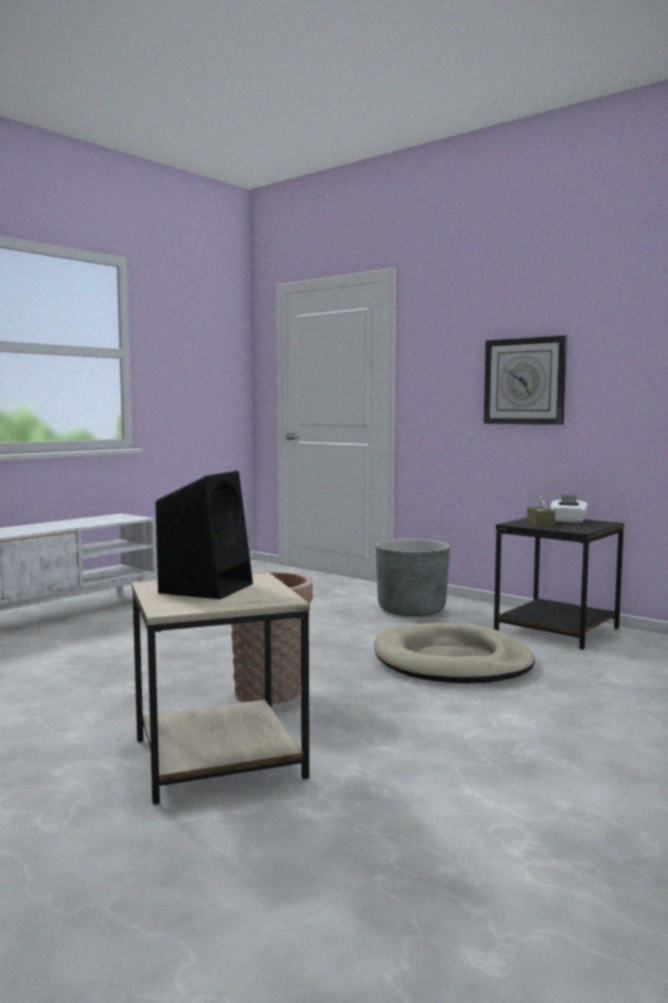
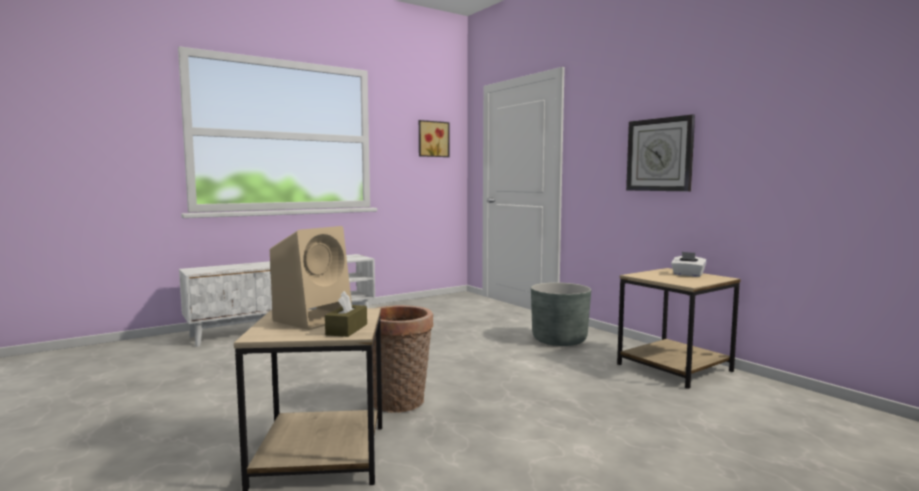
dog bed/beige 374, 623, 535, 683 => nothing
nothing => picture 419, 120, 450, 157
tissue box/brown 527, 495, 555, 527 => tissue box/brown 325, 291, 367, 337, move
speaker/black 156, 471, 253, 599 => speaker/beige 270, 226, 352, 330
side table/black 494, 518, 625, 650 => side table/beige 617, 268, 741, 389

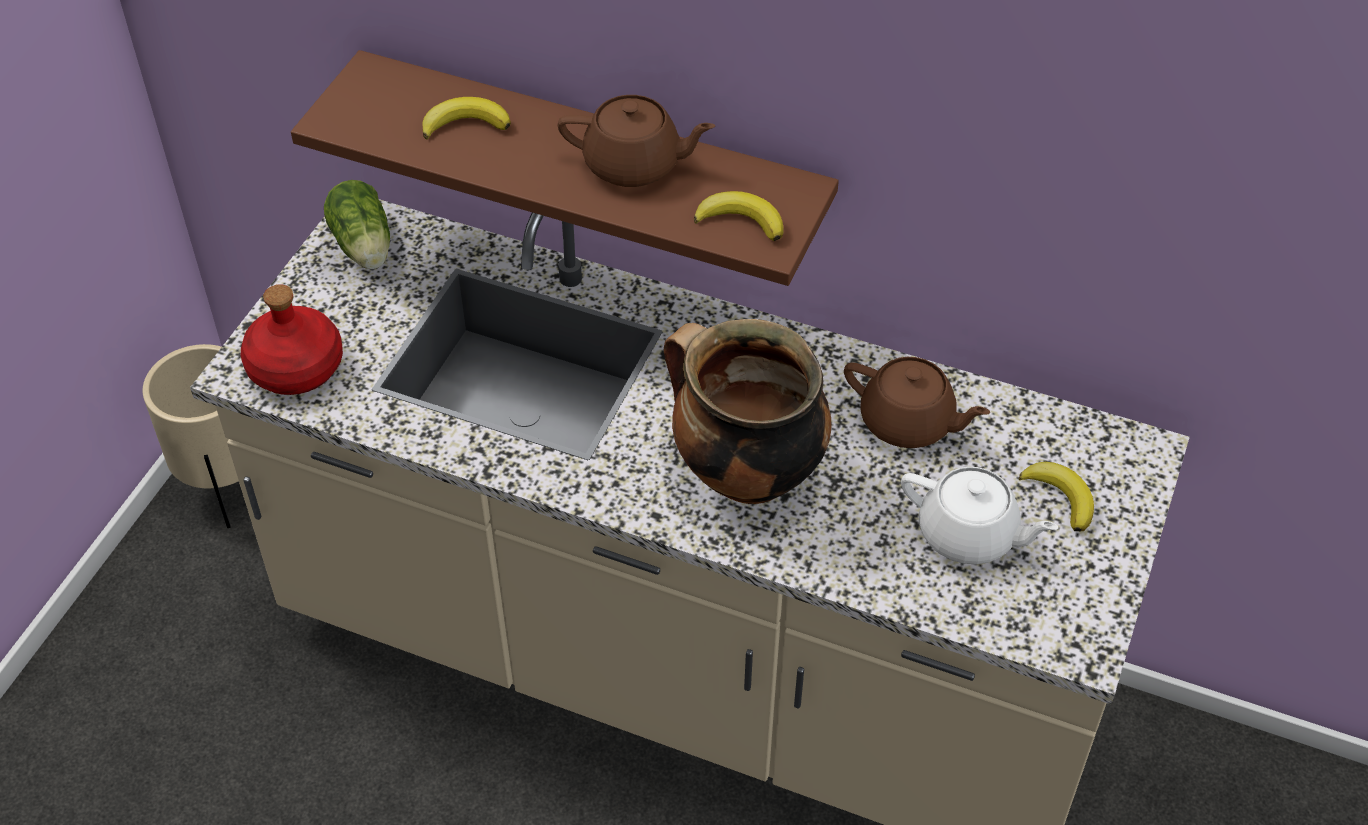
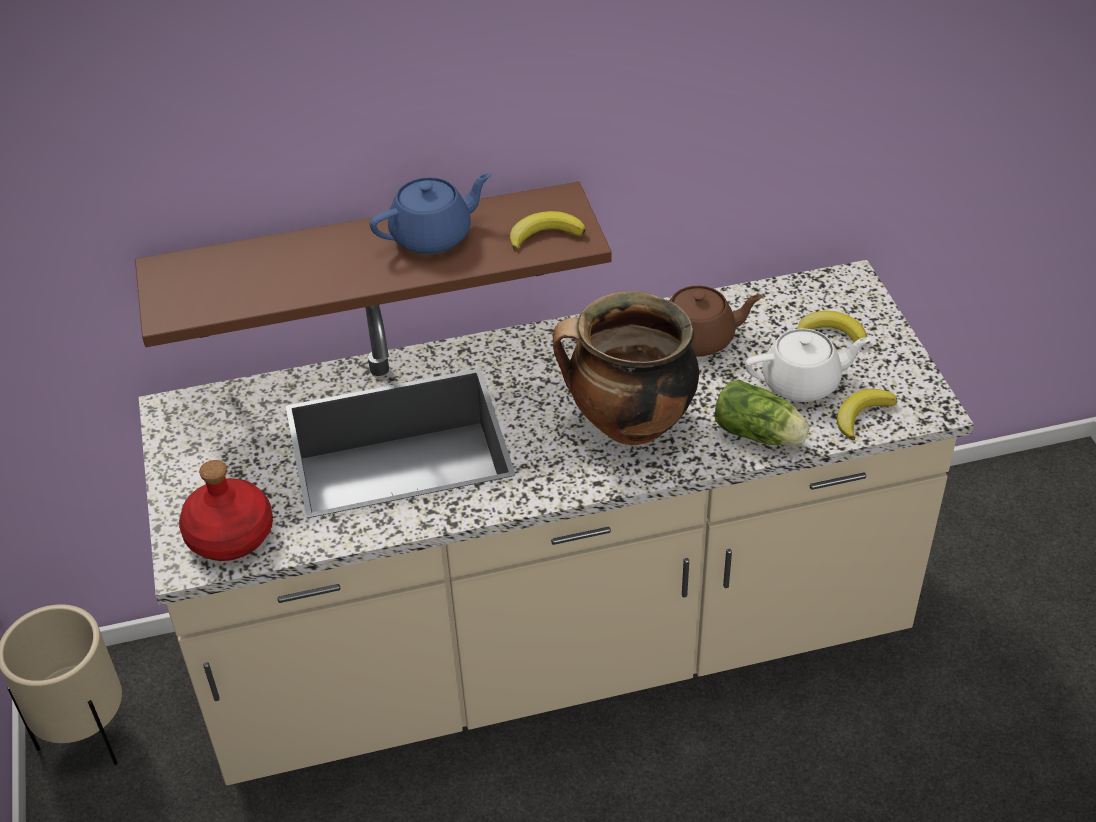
lettuce 324, 180, 390, 269 => lettuce 715, 380, 810, 446, move
banana 422, 97, 511, 140 => banana 837, 389, 897, 440, move
teapot/brown 558, 95, 715, 187 => teapot/blue 369, 173, 491, 254

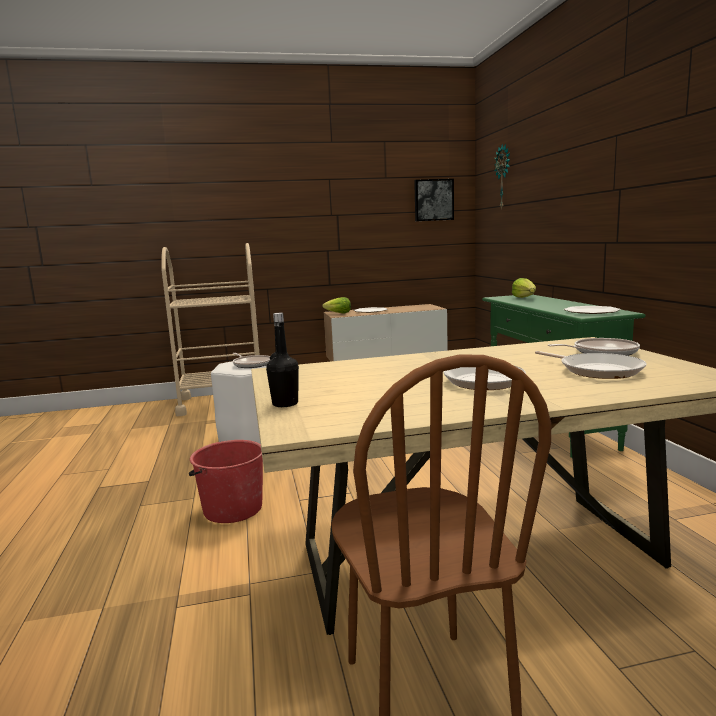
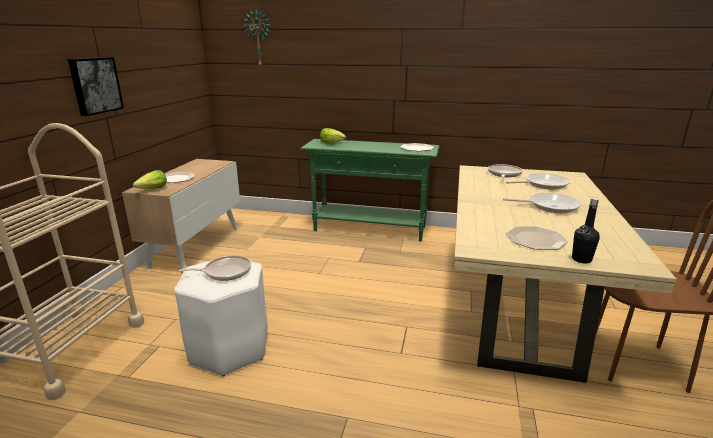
bucket/red 189, 440, 263, 523 => nothing
nothing => plate 506, 226, 568, 250
picture 414, 179, 454, 221 => picture 68, 57, 124, 116, move

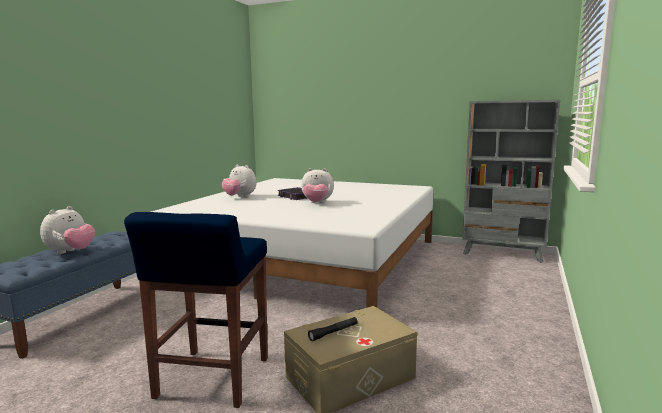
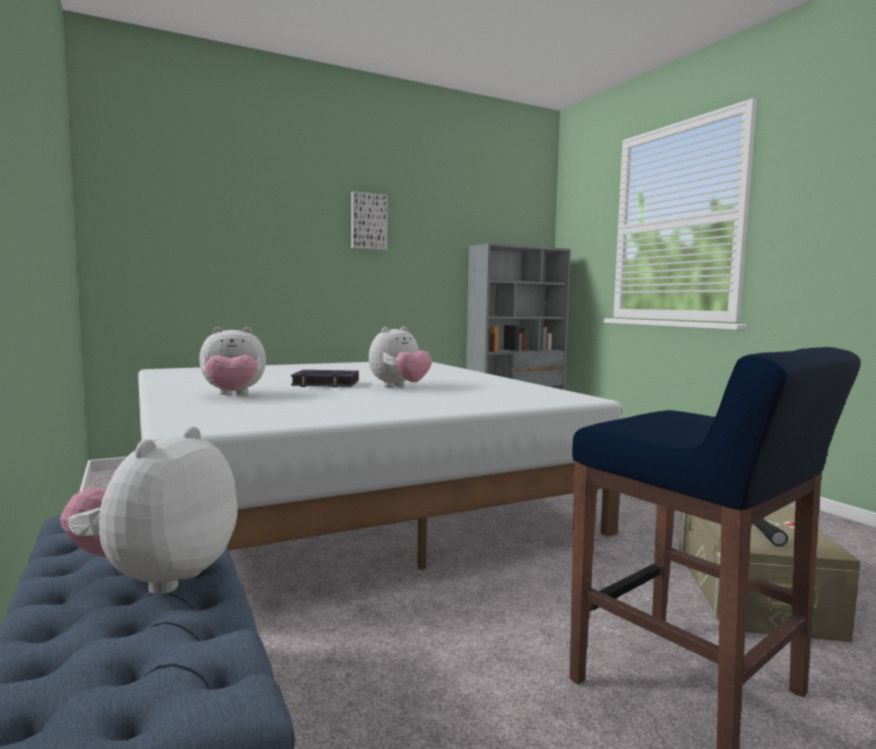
nothing => picture 351, 191, 387, 250
plush toy 40, 206, 95, 254 => plush toy 60, 426, 237, 595, 135 degrees counterclockwise

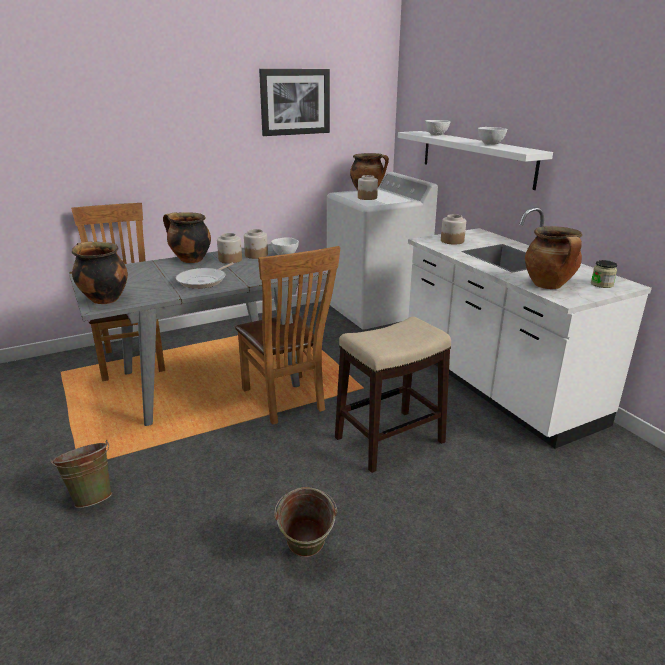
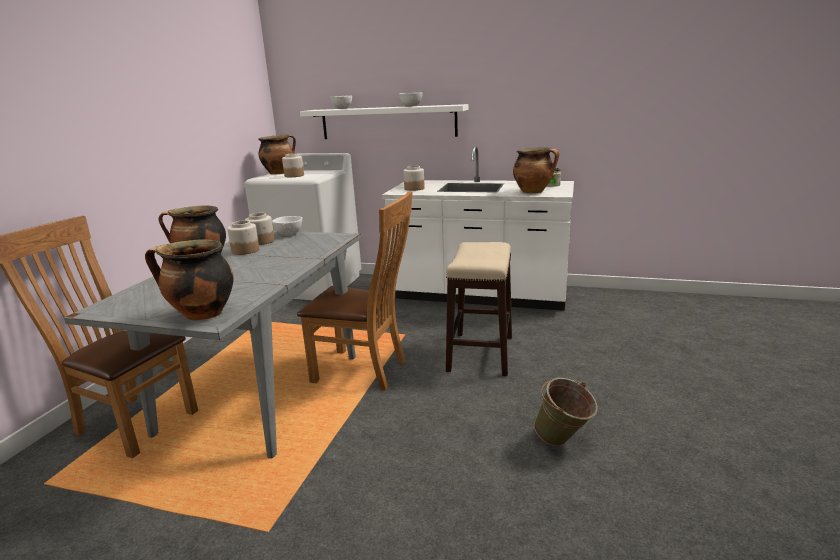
bucket/green 50, 440, 112, 508 => nothing
frying pan 176, 263, 234, 289 => nothing
picture 259, 69, 330, 136 => nothing

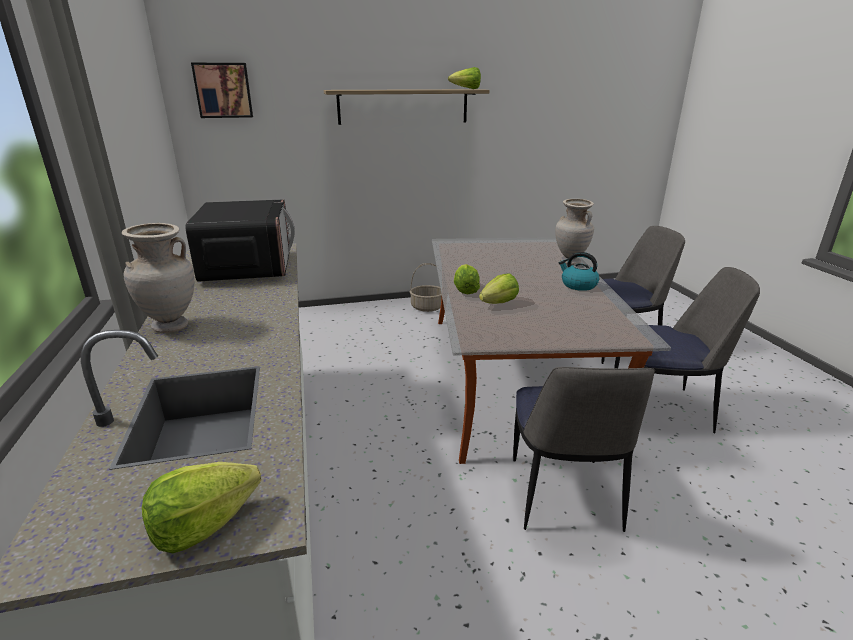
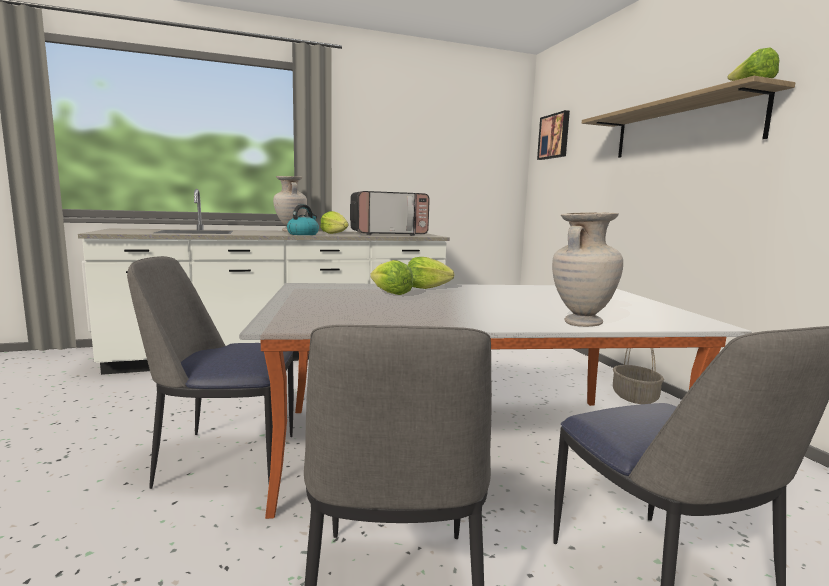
lettuce 142, 462, 261, 553 => lettuce 320, 211, 348, 234, move
kettle 559, 252, 599, 291 => kettle 287, 204, 319, 235, move

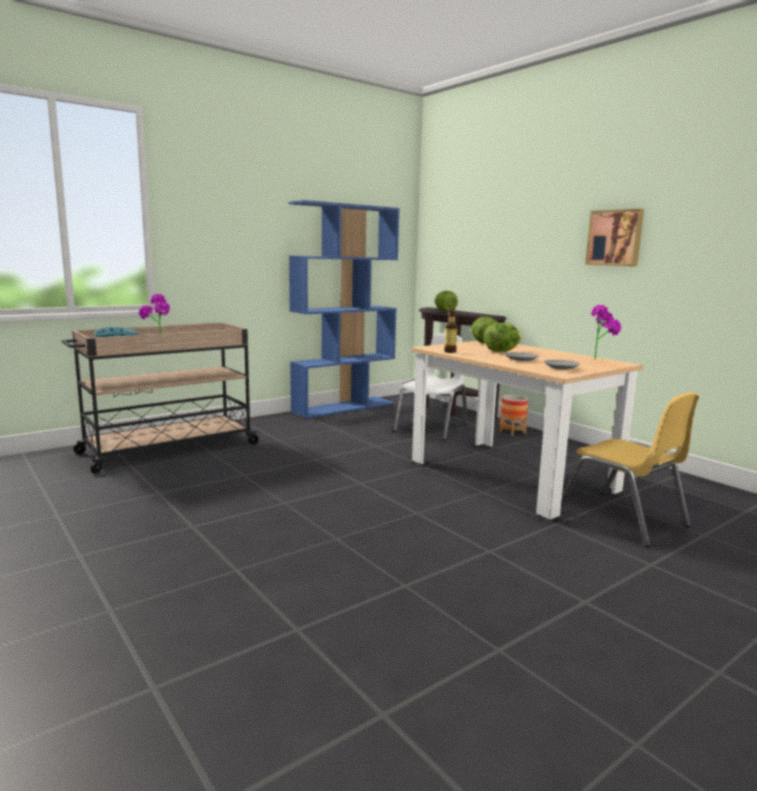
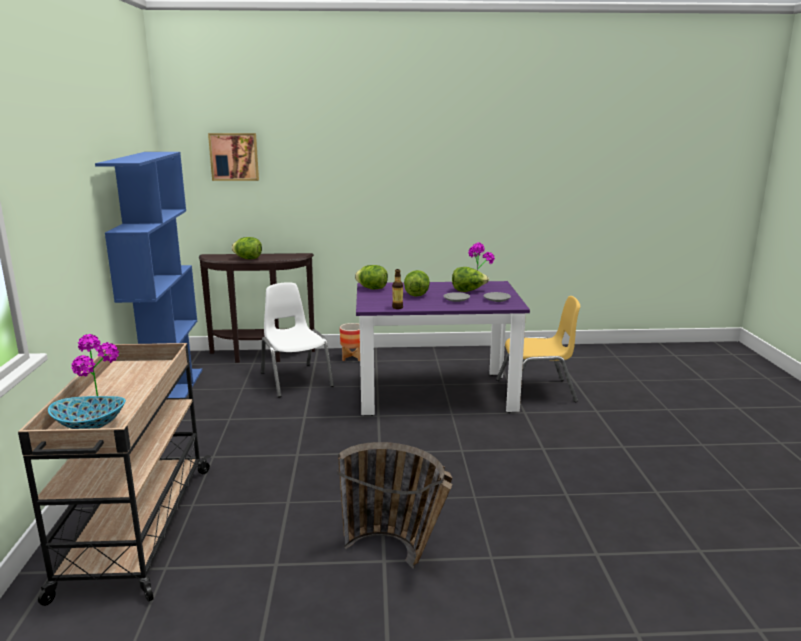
nothing => basket 337, 442, 453, 569
nothing => lettuce 452, 267, 489, 292
picture 585, 209, 644, 267 => picture 208, 133, 259, 181, move
dining table/beige 411, 341, 644, 520 => dining table/purple 356, 281, 530, 416

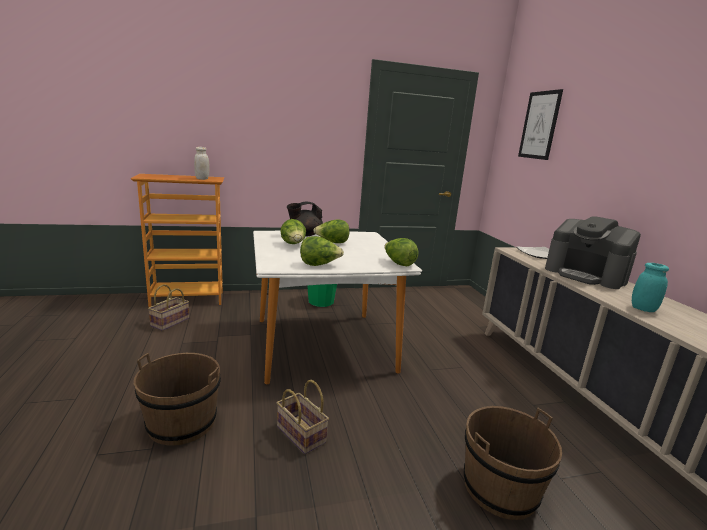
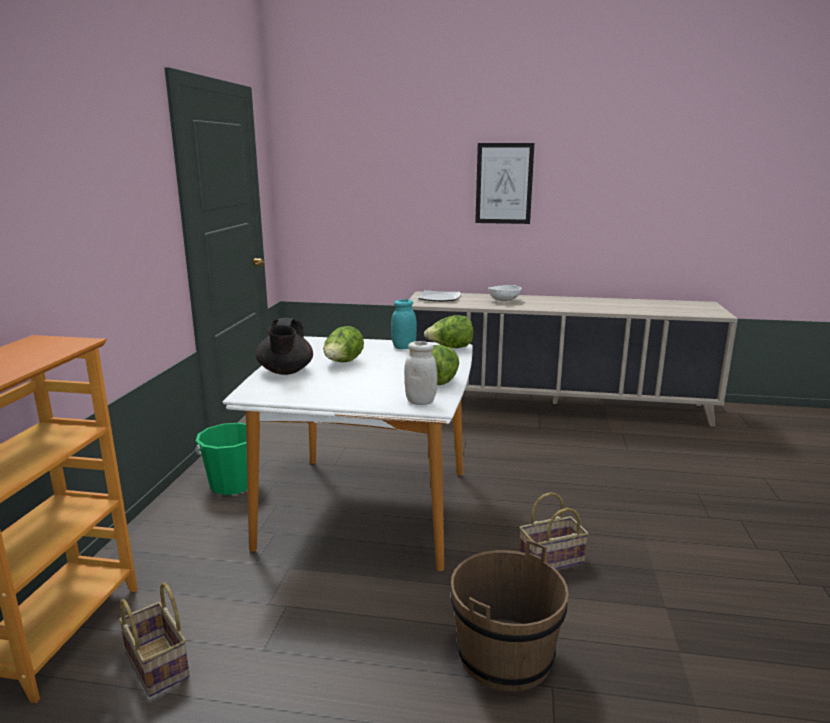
lettuce 280, 219, 306, 244 => nothing
bucket/brown 464, 406, 562, 520 => nothing
jar/white 194, 147, 210, 180 => jar/white 404, 341, 437, 405, move
picture 518, 89, 563, 160 => picture 475, 143, 534, 224, move
jar/turquoise 632, 263, 669, 312 => jar/turquoise 391, 299, 417, 349, move
coffee machine 545, 216, 641, 289 => bowl/white 488, 285, 522, 302

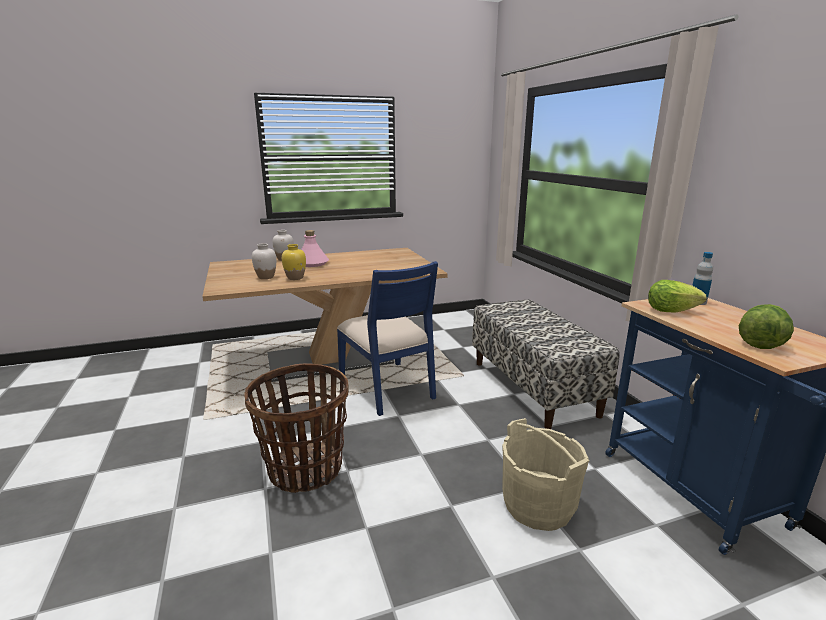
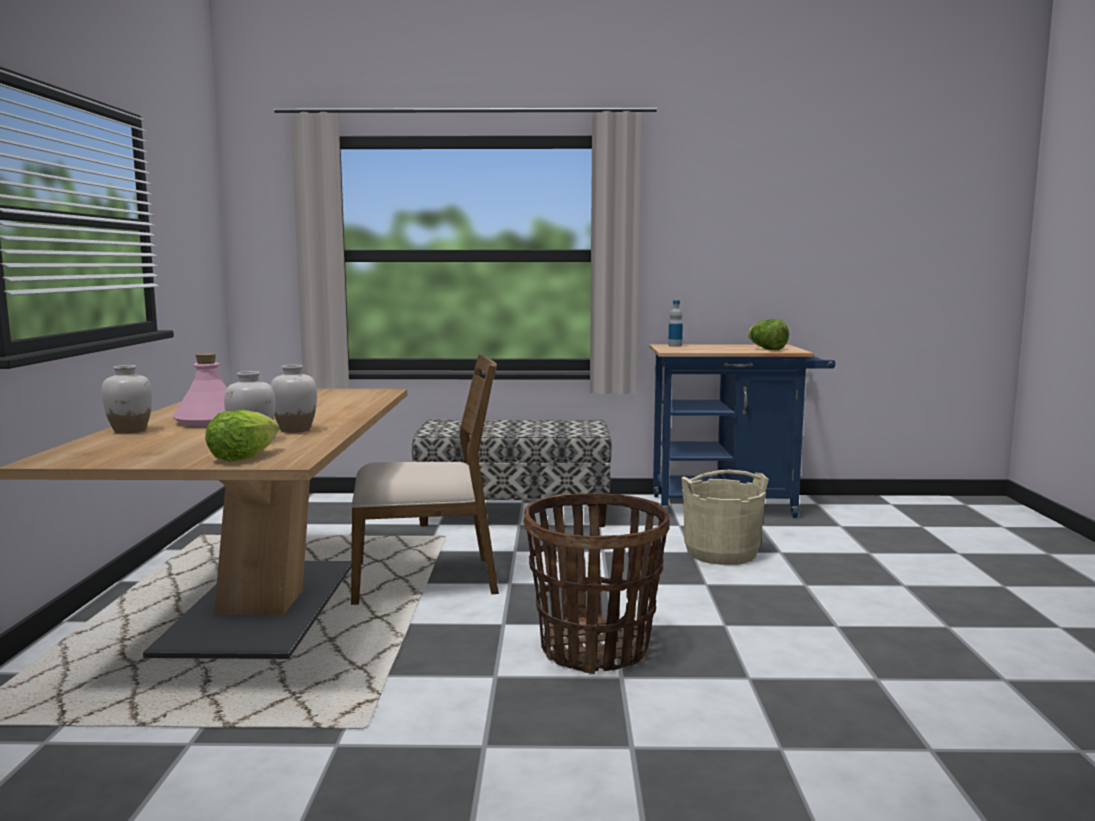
lettuce 648, 280, 707, 313 => lettuce 205, 410, 279, 461, move
vase/yellow 282, 244, 306, 280 => vase/white 270, 365, 317, 433
chair/blue 337, 261, 438, 416 => chair/brown 351, 354, 499, 605

